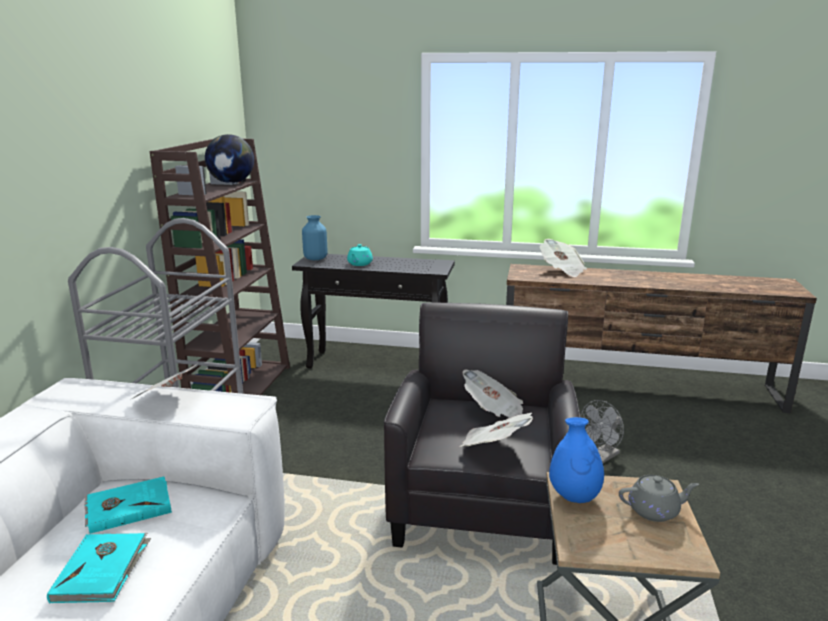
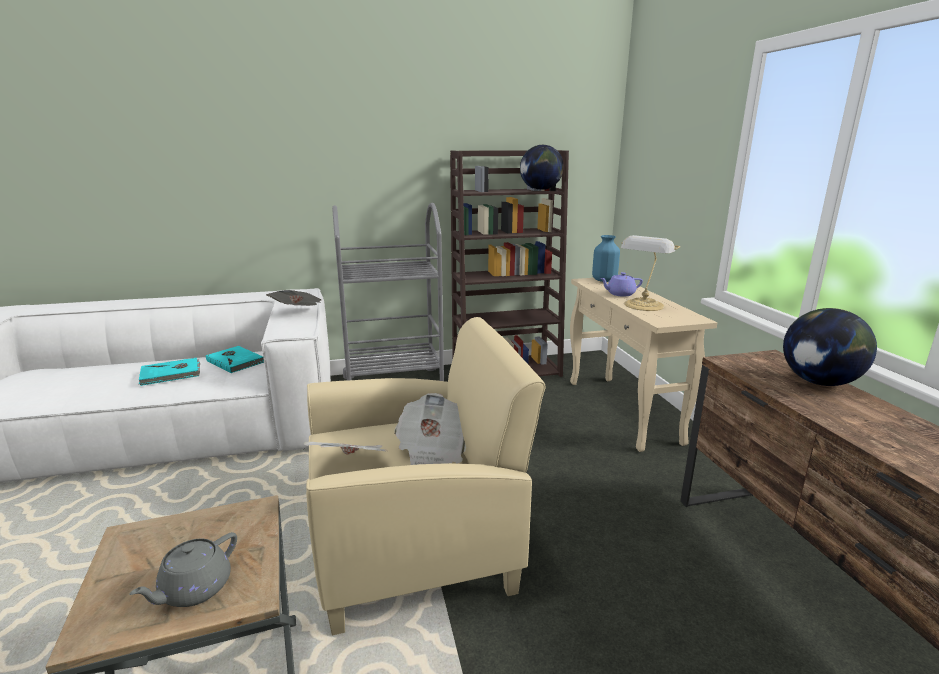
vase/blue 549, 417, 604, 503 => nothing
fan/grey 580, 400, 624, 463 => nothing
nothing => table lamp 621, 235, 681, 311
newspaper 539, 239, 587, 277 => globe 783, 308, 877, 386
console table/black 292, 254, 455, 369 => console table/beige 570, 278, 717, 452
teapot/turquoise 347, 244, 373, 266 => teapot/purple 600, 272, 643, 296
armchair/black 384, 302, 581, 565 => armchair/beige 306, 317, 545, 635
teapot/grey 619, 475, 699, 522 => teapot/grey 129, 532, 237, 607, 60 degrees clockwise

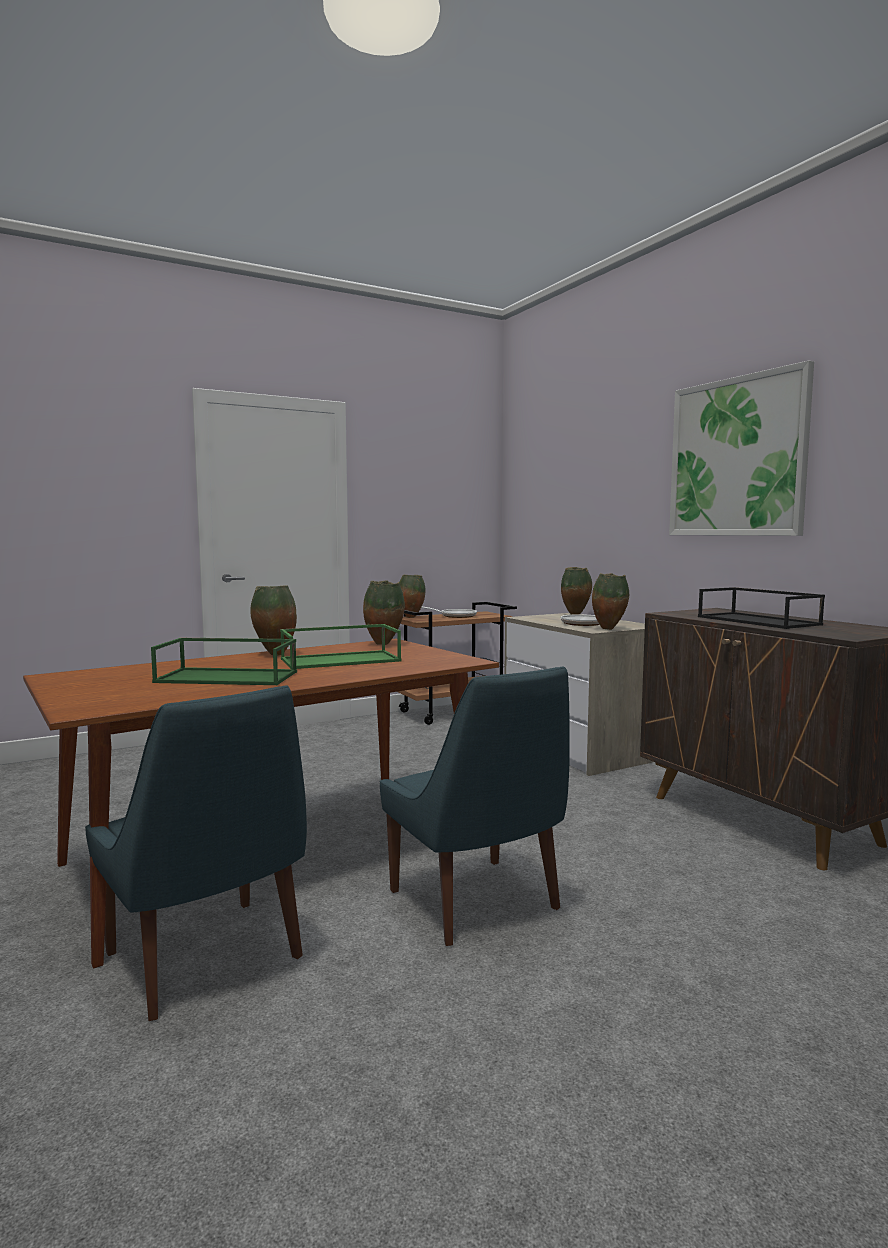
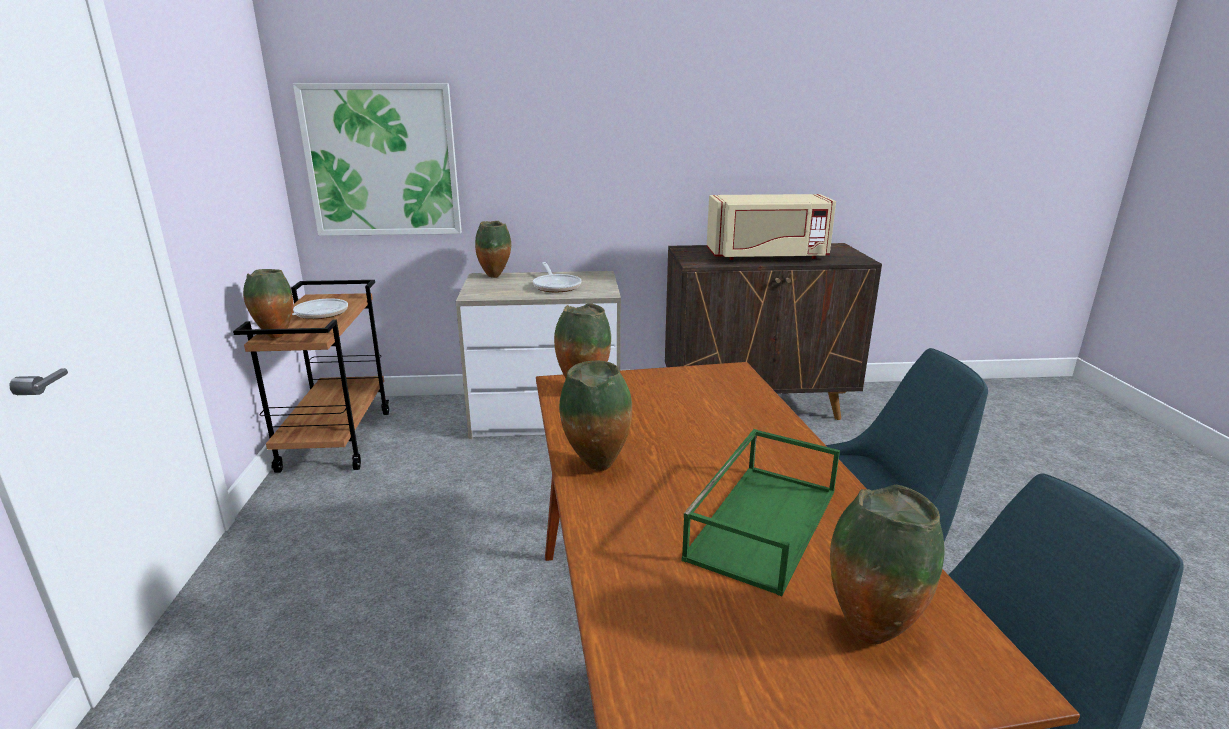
tray/green 280, 624, 401, 669 => nothing
vase 592, 573, 629, 630 => vase 830, 485, 944, 645, move
picture 669, 360, 814, 536 => picture 293, 83, 462, 236, move
tray/black 698, 587, 825, 629 => microwave/beige 707, 194, 836, 260

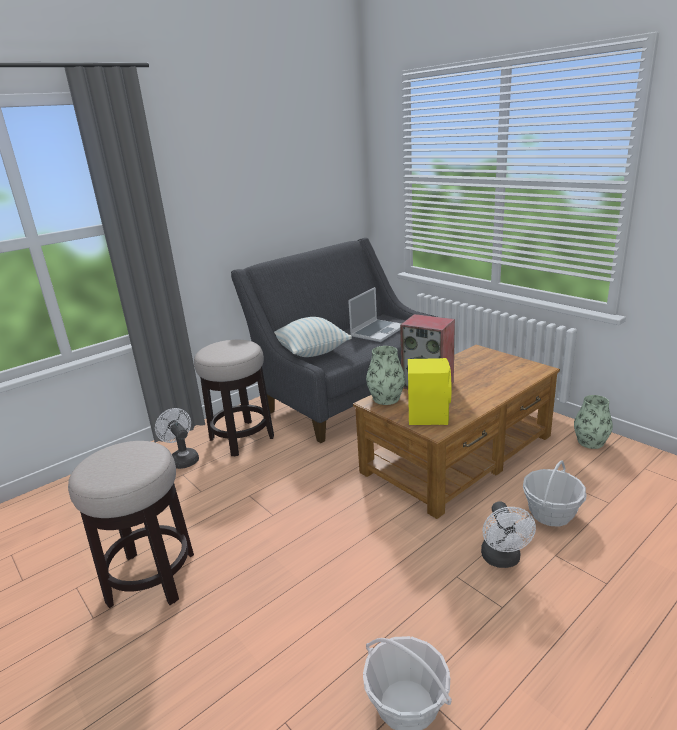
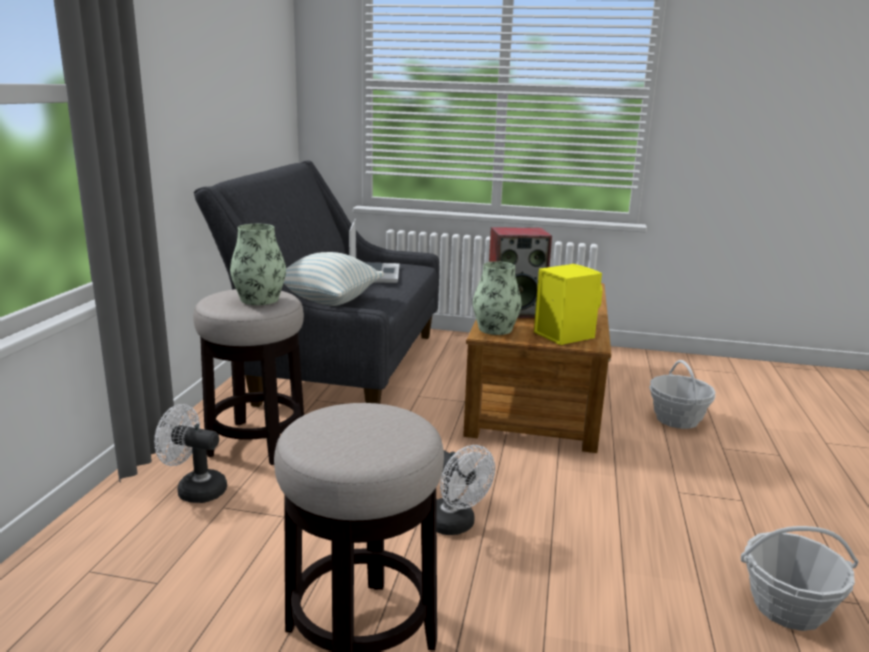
fan/white 481, 501, 536, 568 => fan/white 436, 445, 495, 535, move
vase 574, 395, 613, 449 => vase 230, 224, 286, 305, move

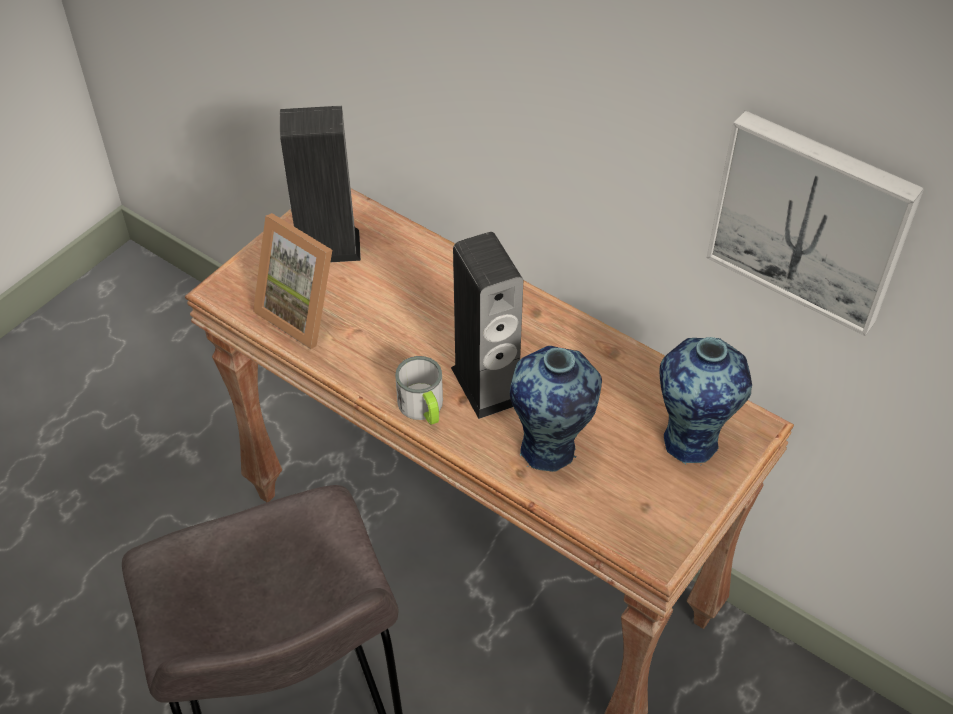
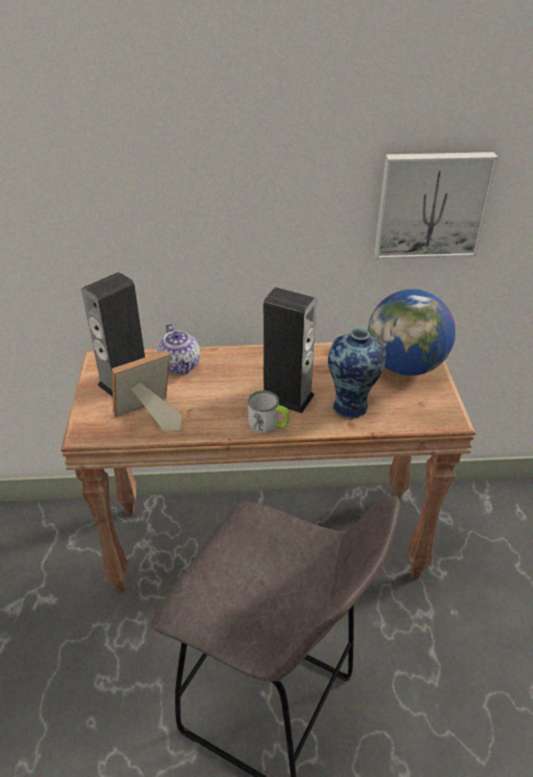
nothing => teapot 157, 324, 200, 375
vase 659, 337, 752, 466 => globe 368, 289, 455, 376
picture frame 253, 213, 332, 349 => picture frame 112, 350, 182, 431, 150 degrees clockwise

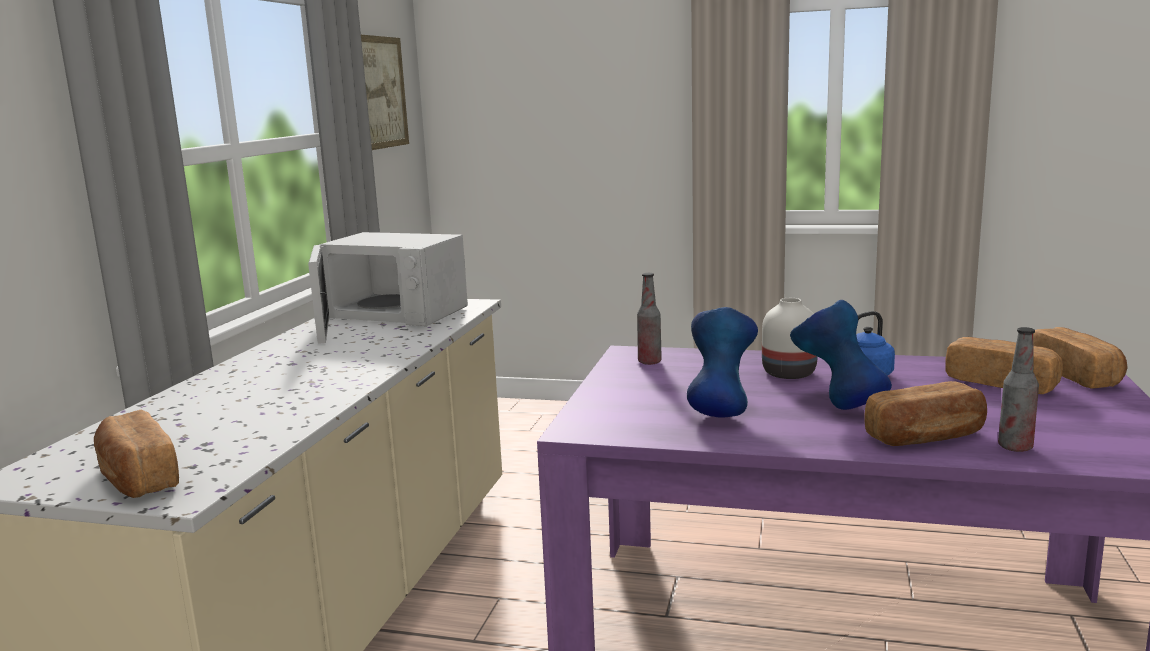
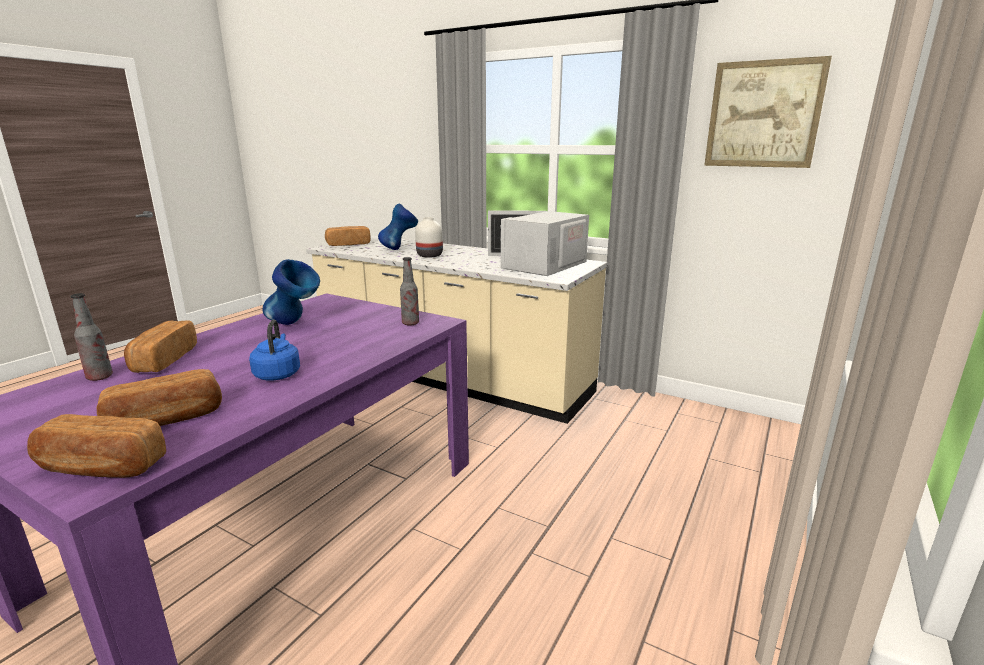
vase/white 762, 298, 818, 379 => vase/white 415, 217, 443, 258, move
vase/blue 790, 300, 892, 410 => vase/blue 378, 204, 418, 250, move

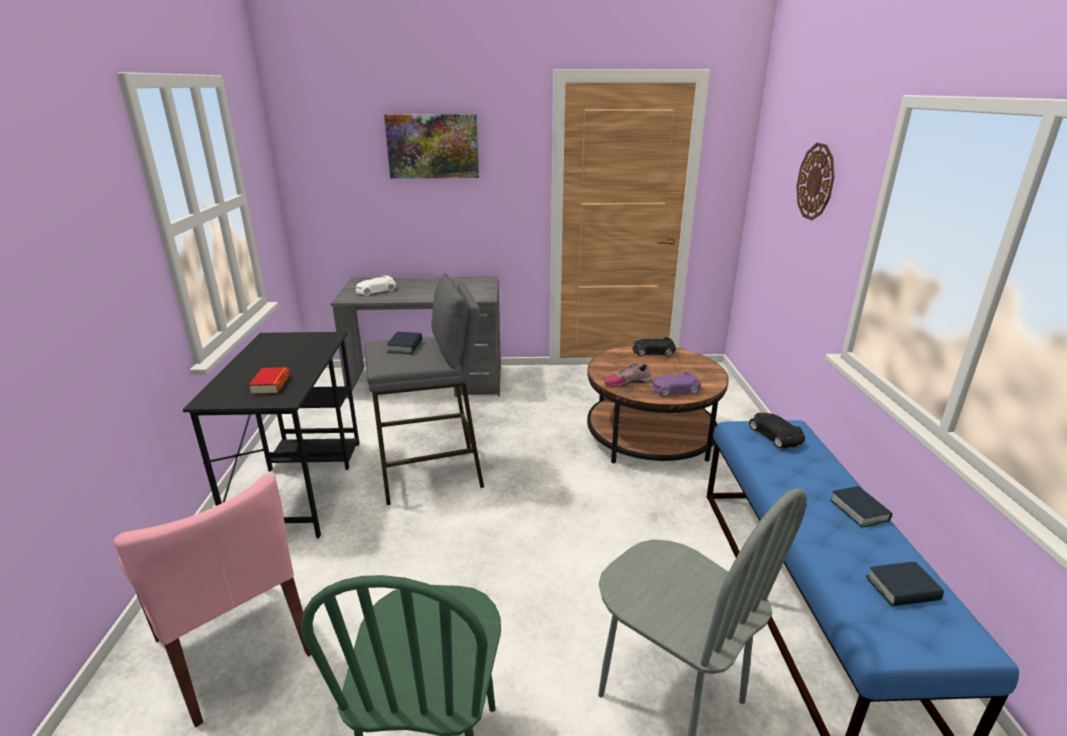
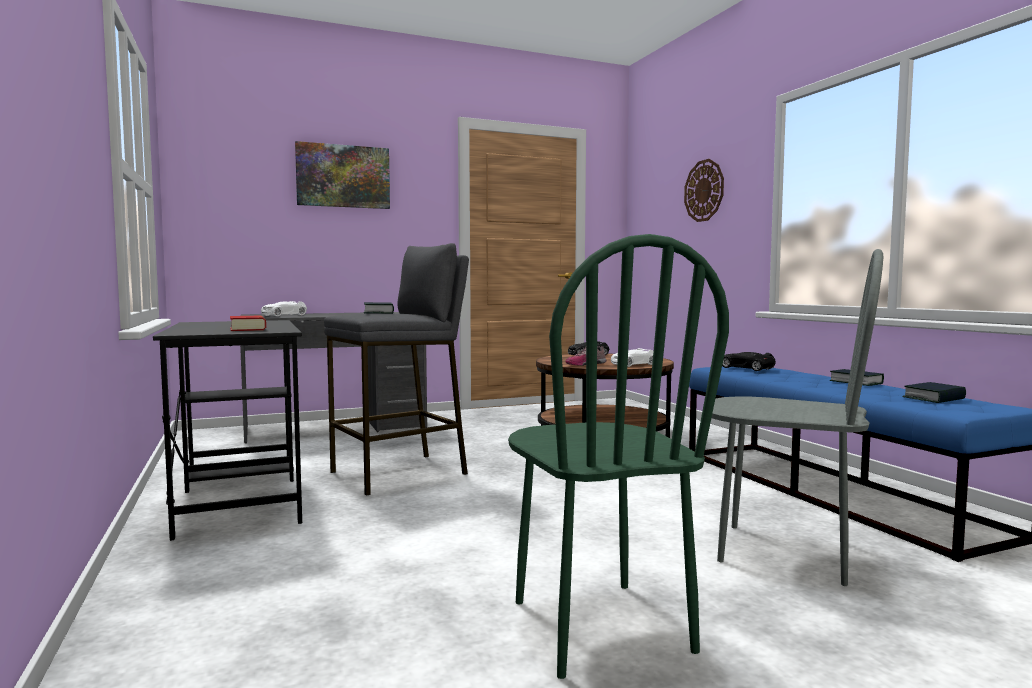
chair/pink 114, 474, 311, 727 => nothing
toy car/purple 651, 372, 701, 397 => toy car/white 611, 348, 653, 367

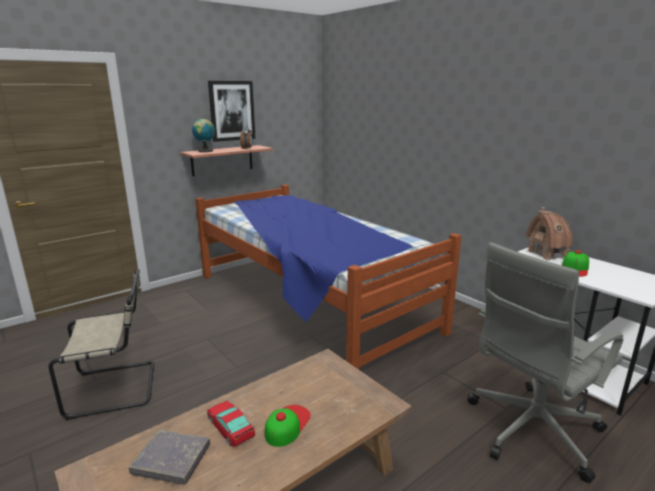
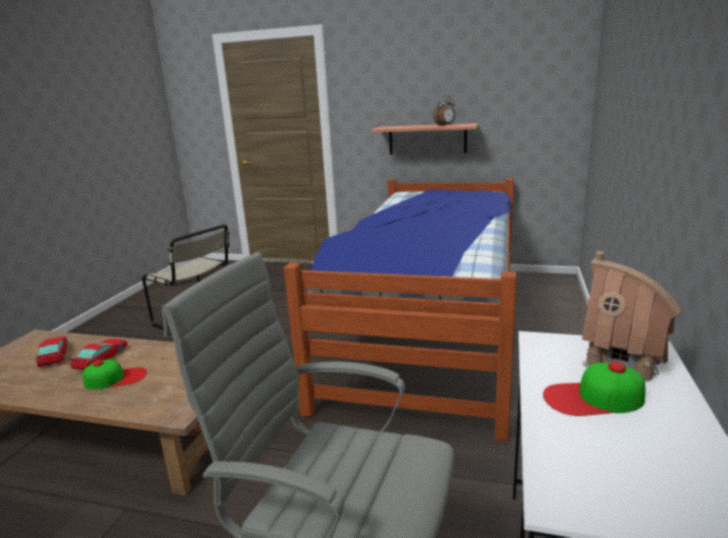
globe 192, 118, 215, 152 => nothing
picture 208, 81, 255, 142 => nothing
book/grey 129, 429, 210, 485 => toy car 36, 336, 69, 367

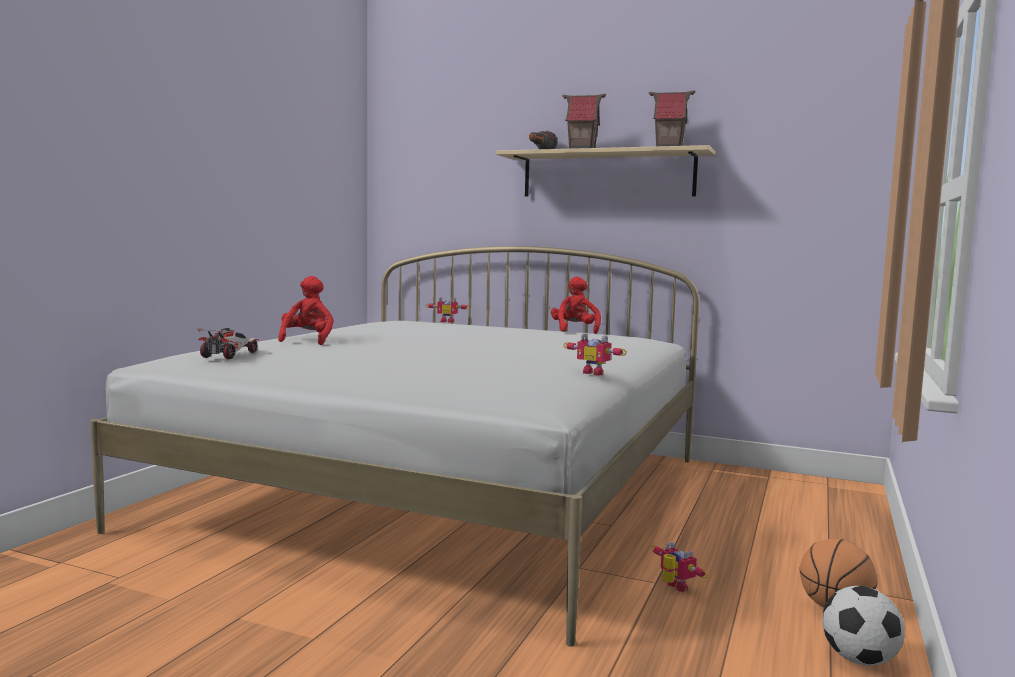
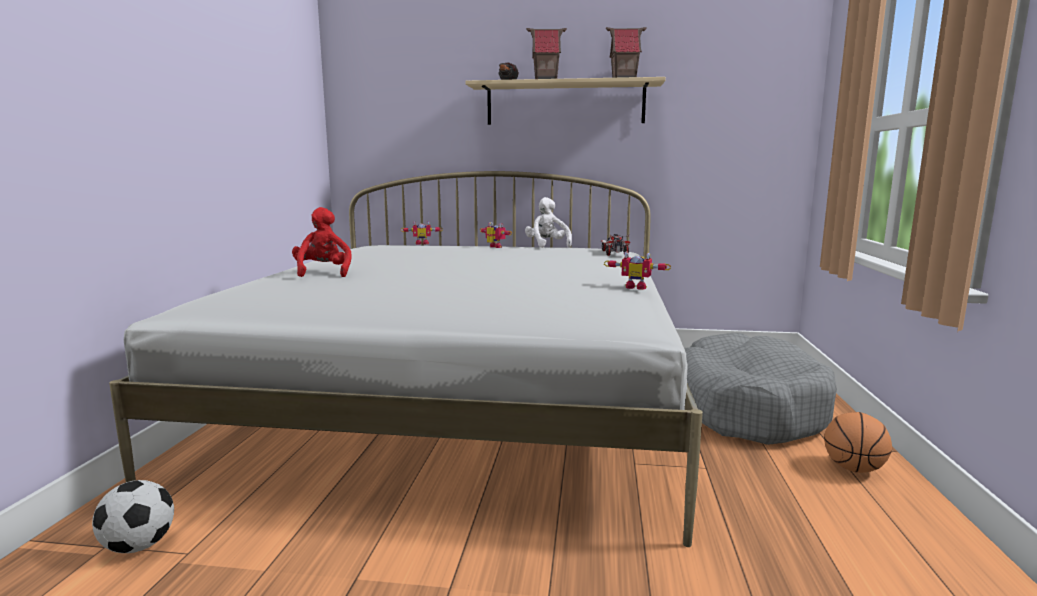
nothing => dog bed/grey 684, 333, 837, 445
toy car 197, 328, 259, 359 => toy car 601, 234, 630, 256, move
toy robot 651, 542, 708, 592 => toy robot 480, 222, 512, 248, move
football 822, 586, 905, 666 => football 92, 480, 174, 553, move
plush toy/red 551, 277, 601, 334 => plush toy/white 525, 197, 572, 248

